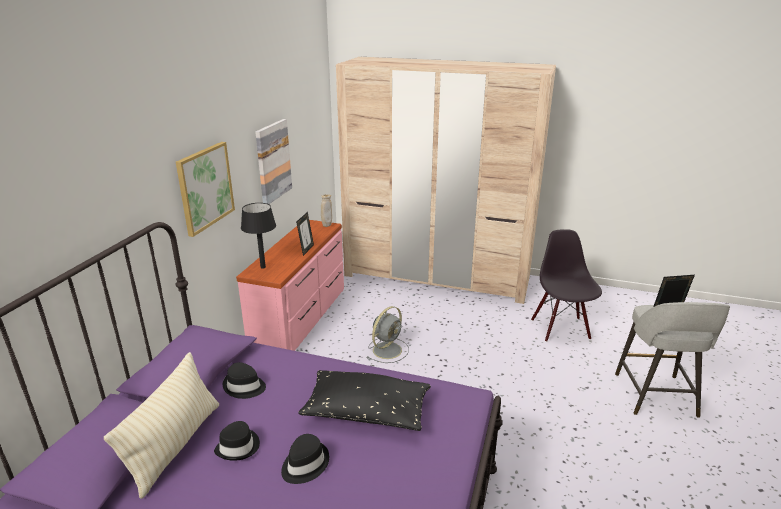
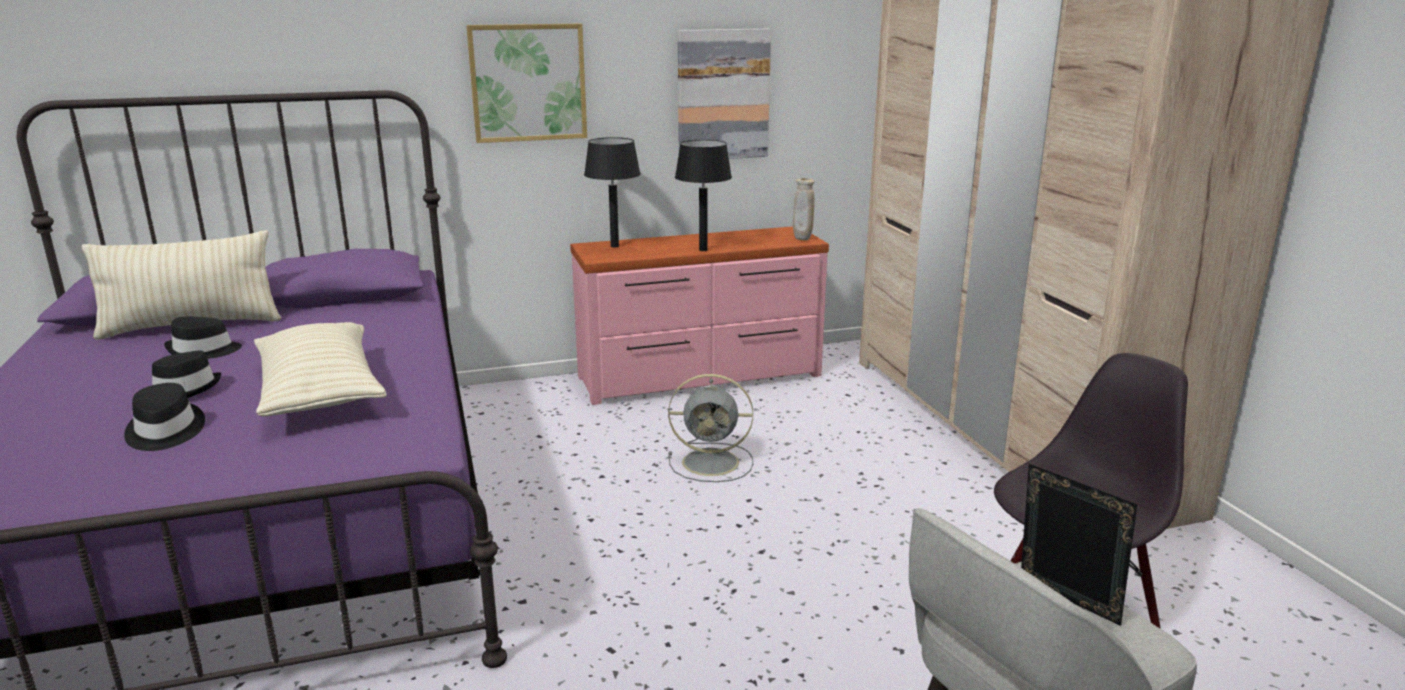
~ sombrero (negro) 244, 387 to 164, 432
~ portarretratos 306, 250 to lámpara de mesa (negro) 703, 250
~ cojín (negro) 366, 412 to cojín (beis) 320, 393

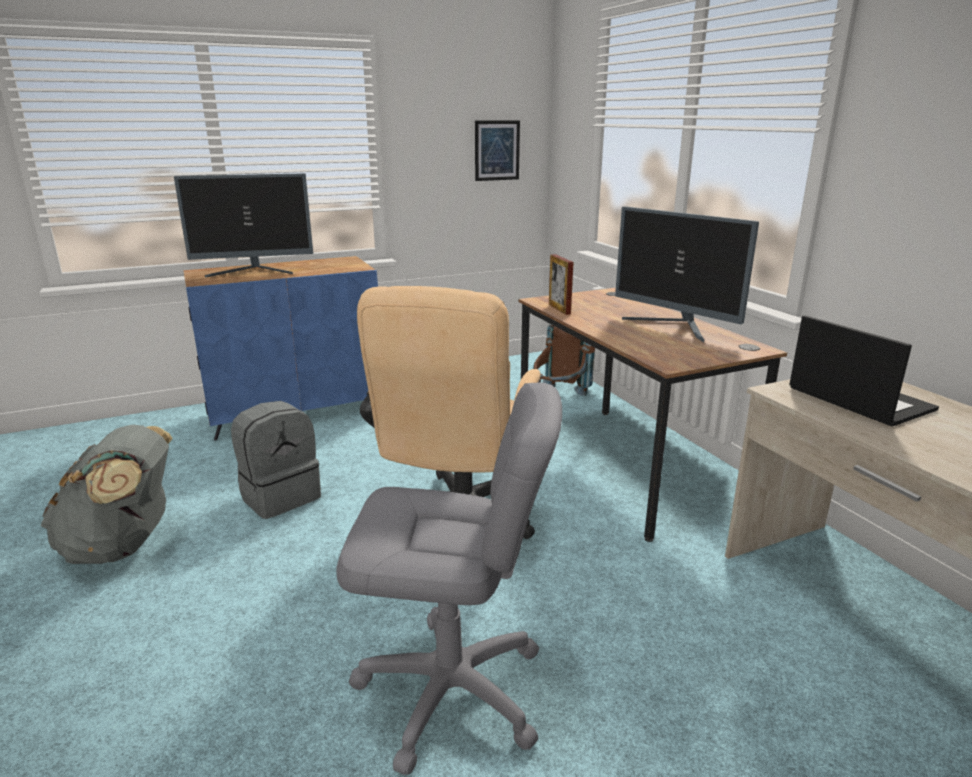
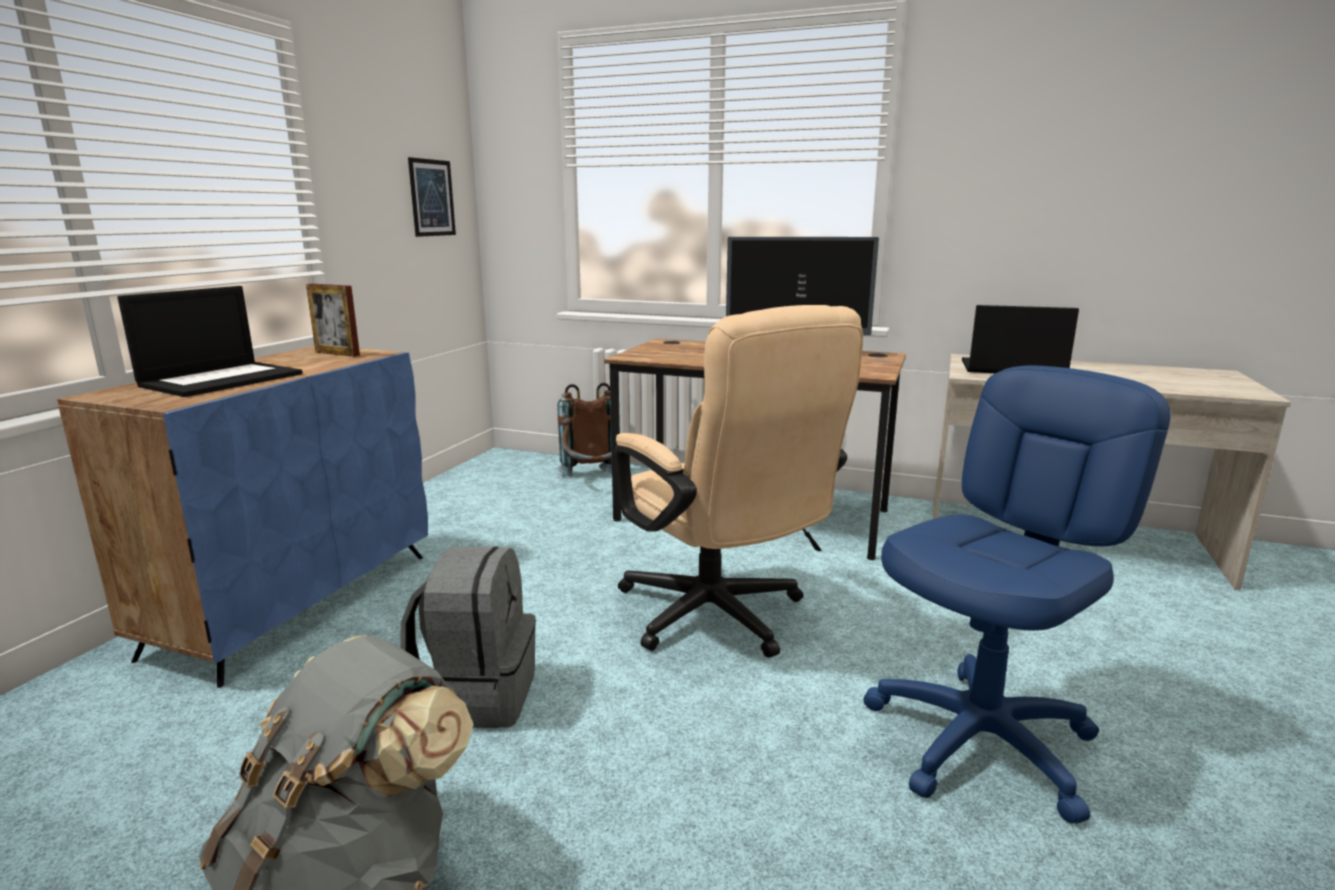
~ portarretratos 559, 309 to 337, 354
~ monitor 254, 272 to portátil 222, 379
~ silla de oficina (gris) 451, 691 to silla de oficina (azul) 981, 741

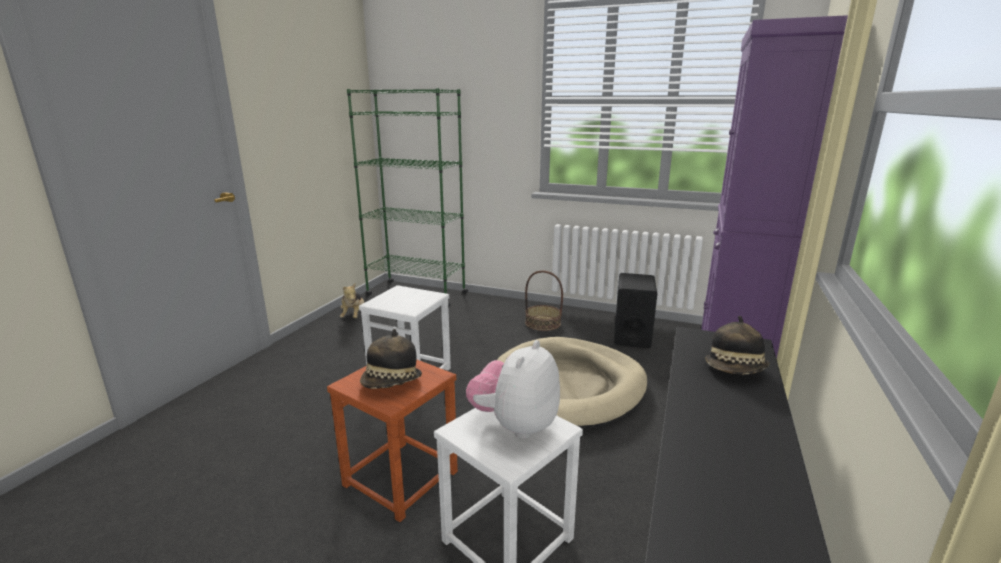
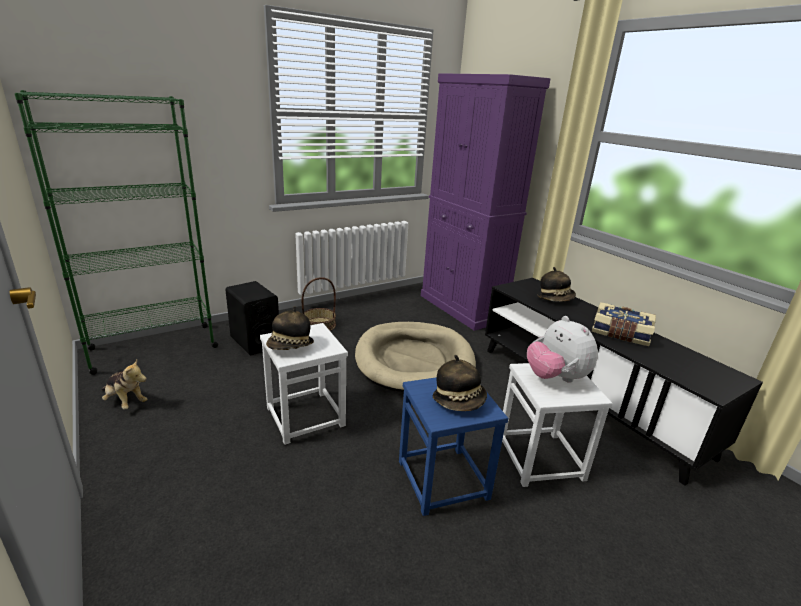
+ sombrero 290, 347
+ libro 620, 333
~ altavoz (negro) 632, 336 to 255, 341
~ taburete (marrón) 401, 479 to taburete (azul) 443, 479

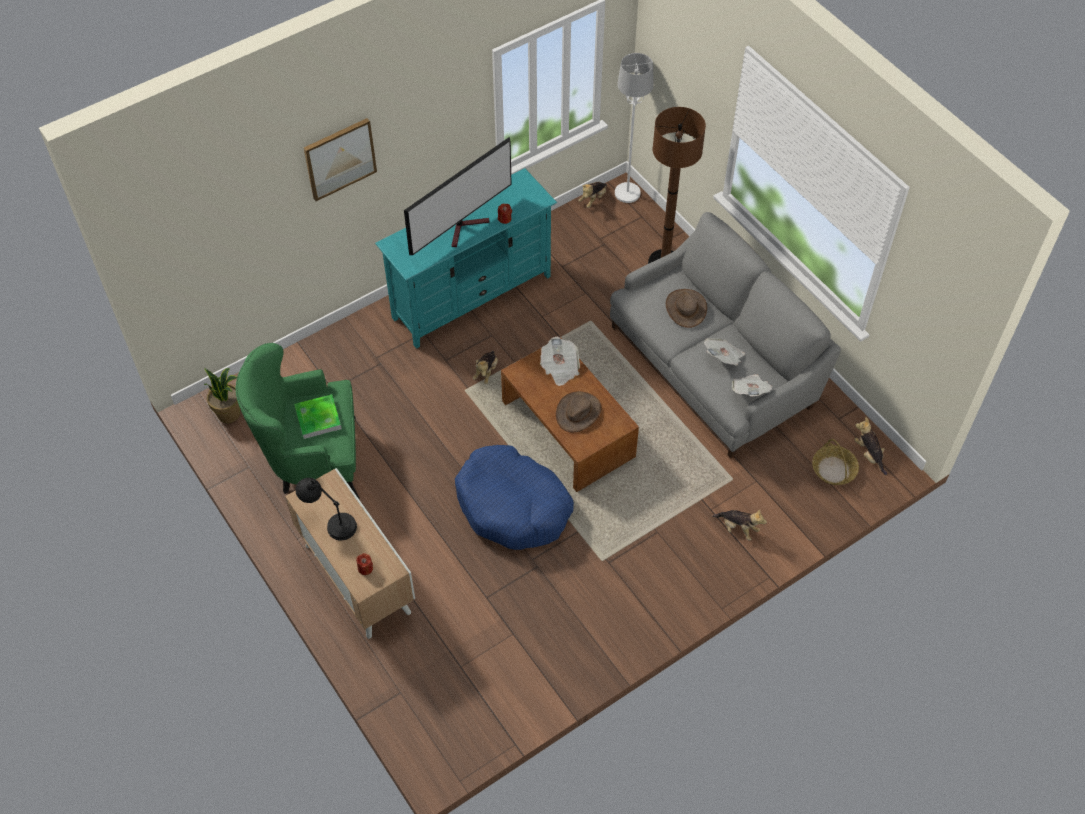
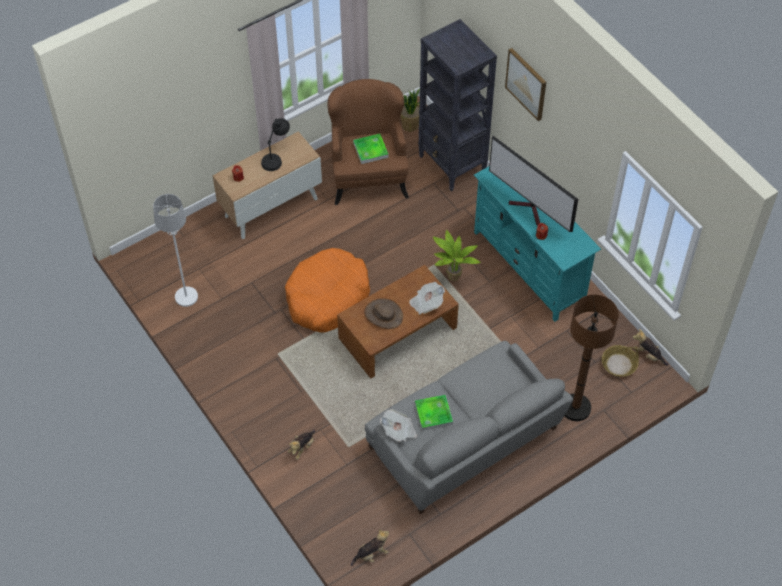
- sombrero (marrón) 686, 308
+ estantería (negro) 452, 164
~ lámpara de pie (blanco) 627, 193 to 186, 297
~ cesta 834, 470 to 618, 364
~ peluche 486, 371 to planta en maceta 452, 278
~ periódico 724, 358 to bandeja 433, 414
~ sillón (verde) 313, 462 to sillón (marrón) 368, 176
~ cama para perro (azul) 513, 506 to cama para perro (naranja) 327, 297

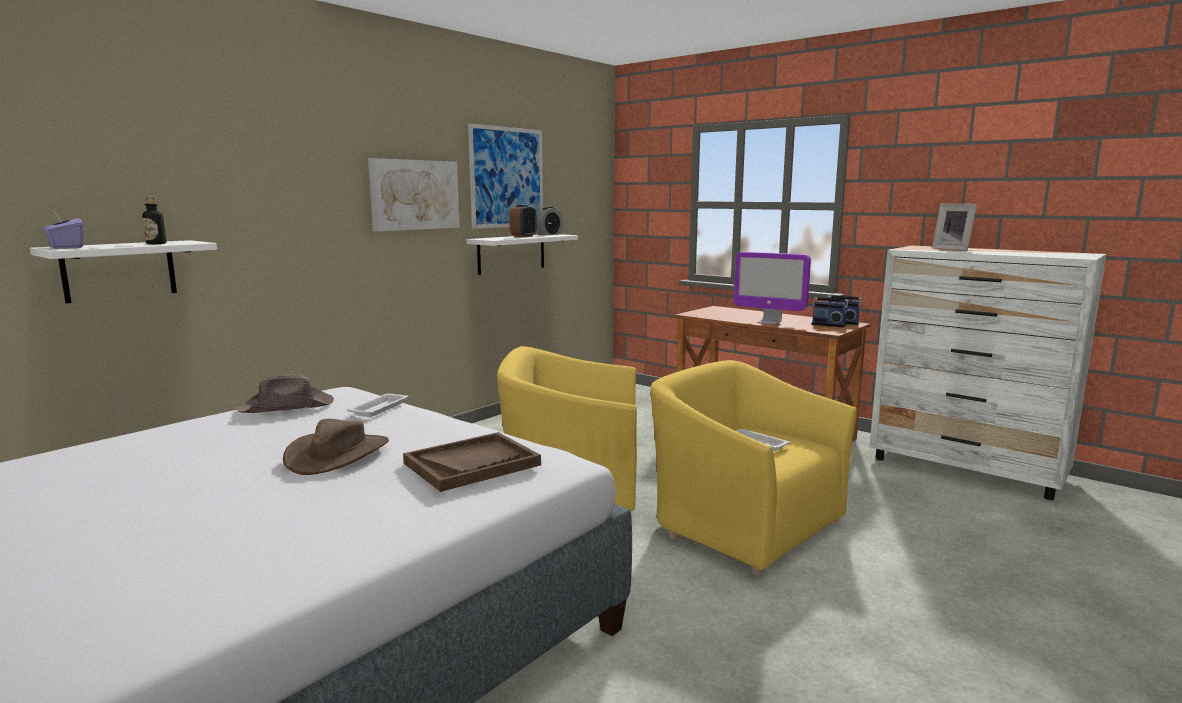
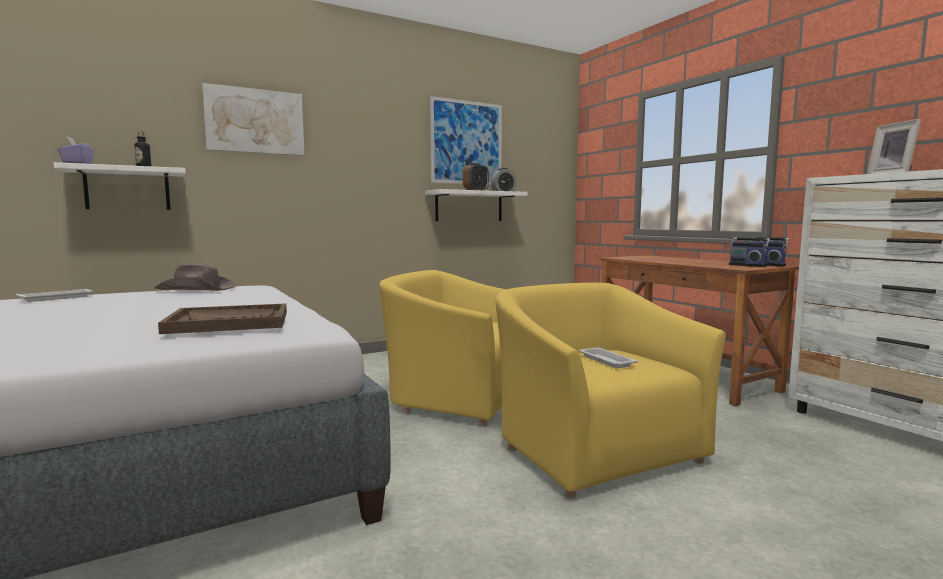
- sombrero (marrón) 337, 454
- monitor 769, 322
~ bandeja (blanco) 380, 408 to 57, 298
~ cuadro 414, 195 to 255, 121

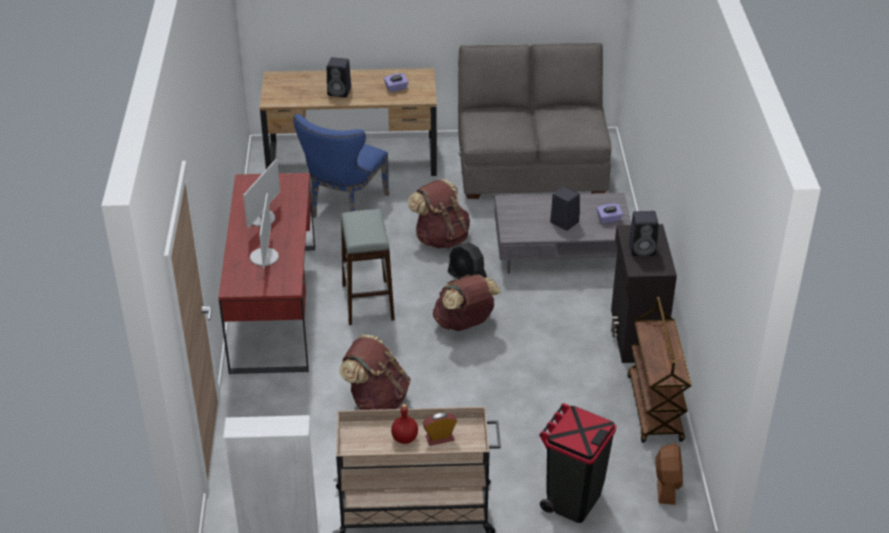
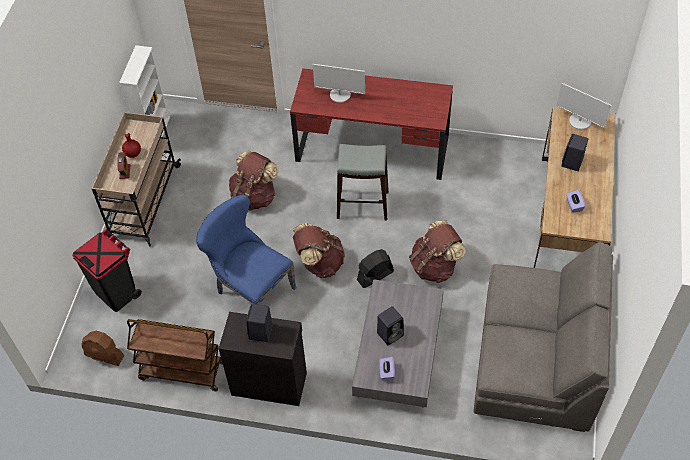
~ monitor 262, 218 to 580, 121
~ silla (azul) 345, 207 to 251, 290

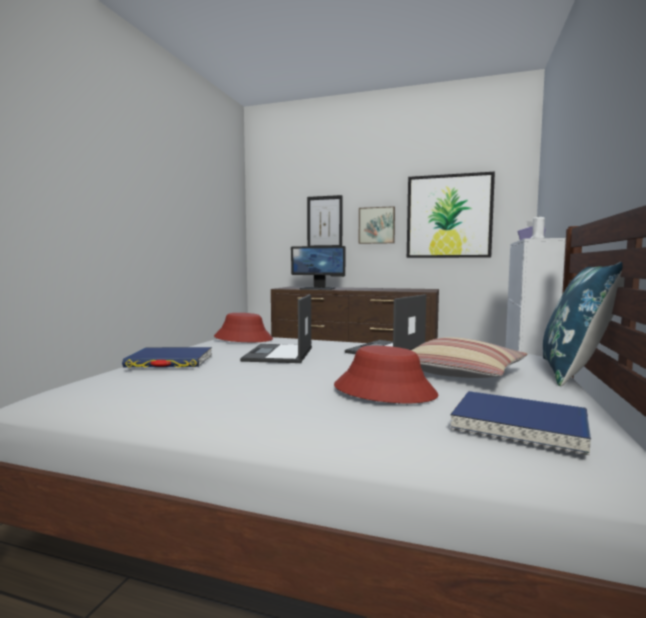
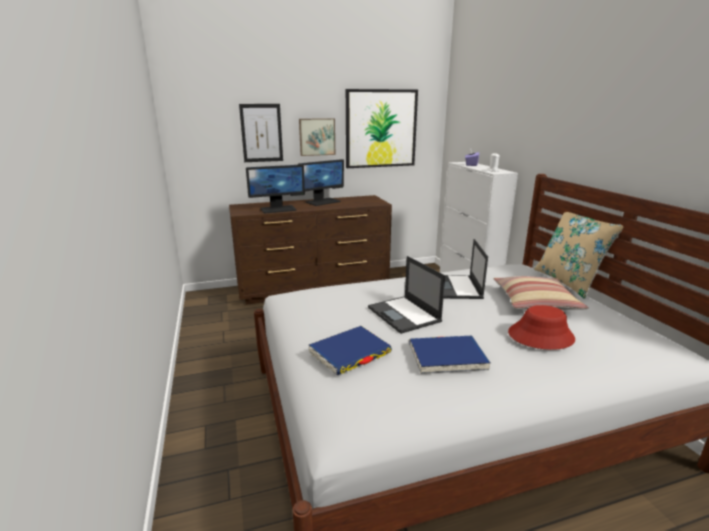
- sombrero (rojo) 243, 338
+ monitor 322, 202
~ libro (azul) 519, 425 to 447, 357
~ cojín (azul) 575, 373 to cojín (beis) 568, 282

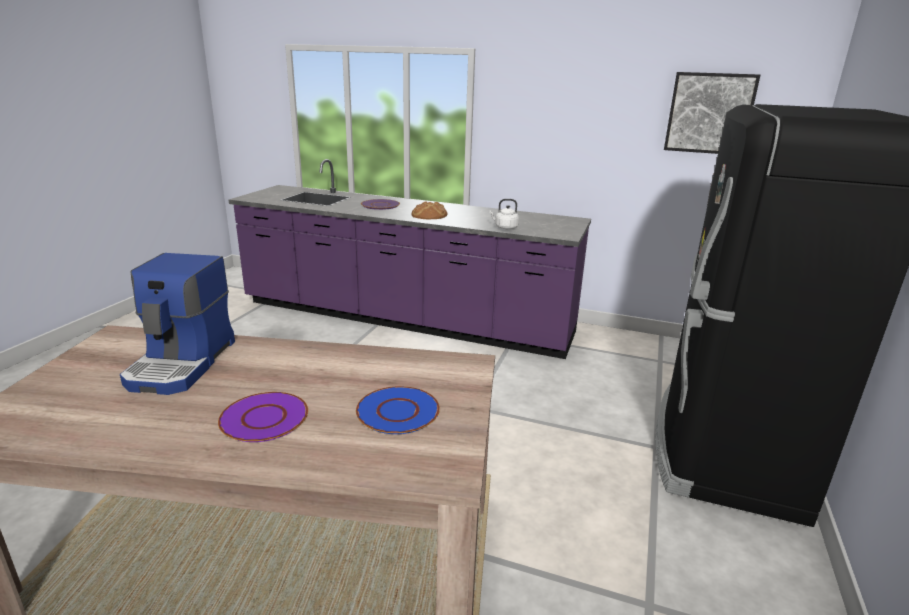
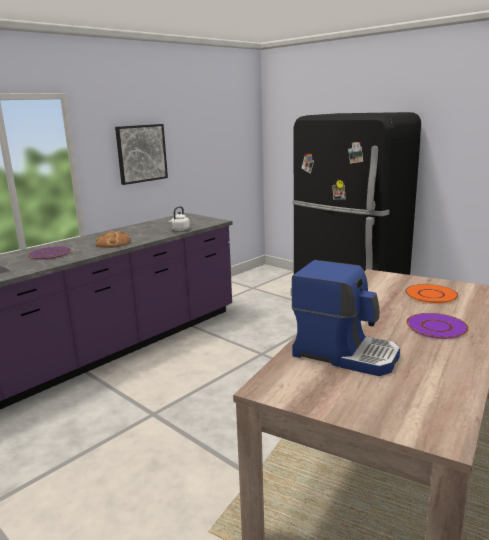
~ cuadro 709, 113 to 141, 153
~ plato (azul) 397, 412 to plato (naranja) 431, 295

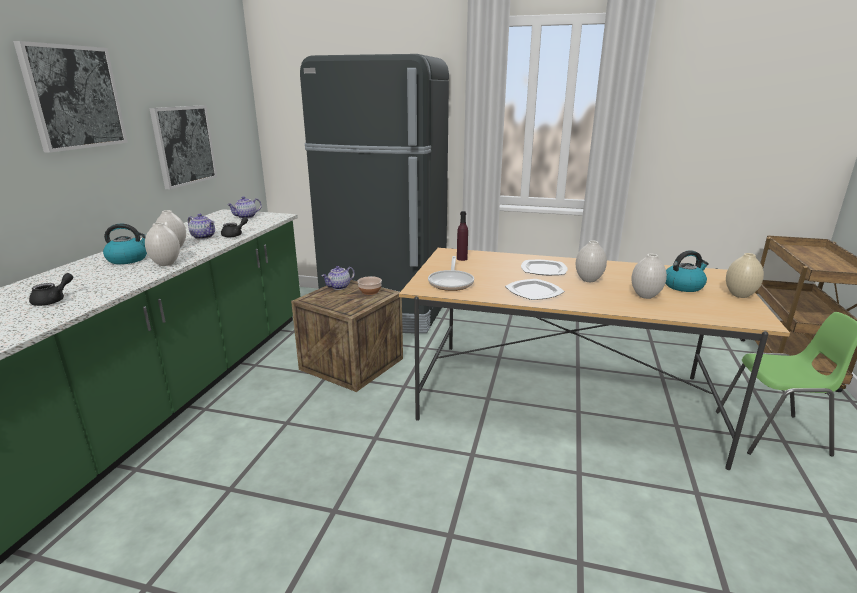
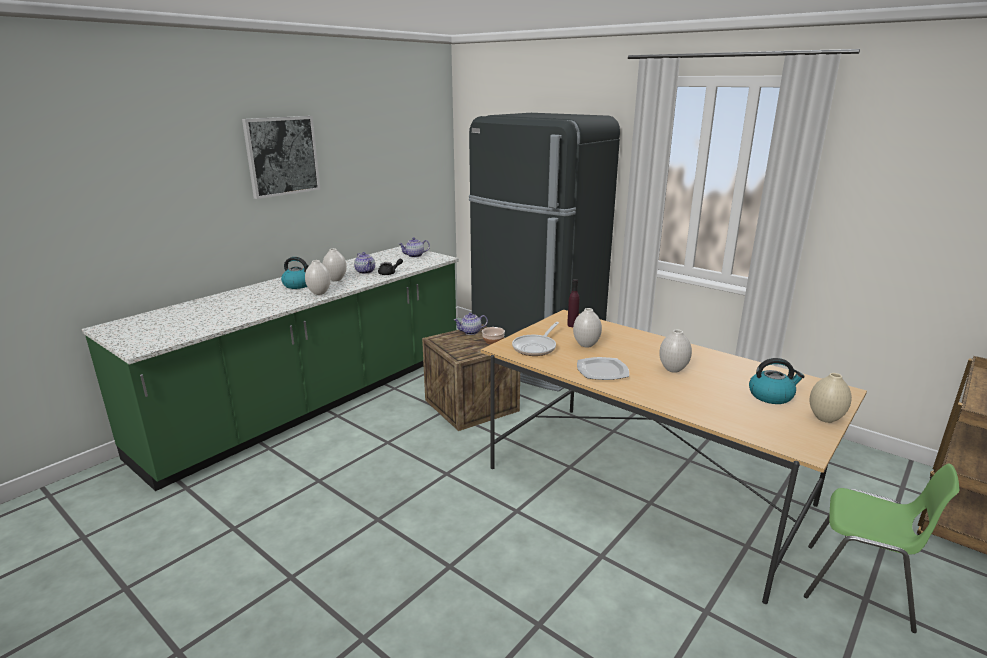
- tetera (negro) 53, 300
- cuadro 184, 145
- plato 543, 270
~ florero (blanco) 645, 296 to 586, 345

